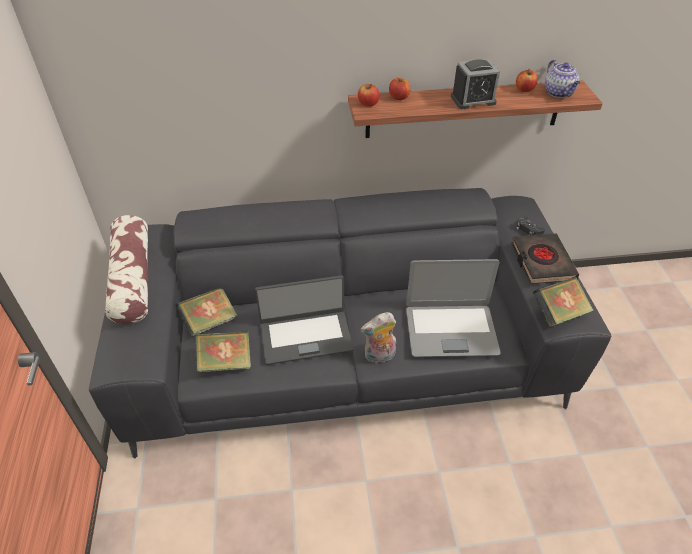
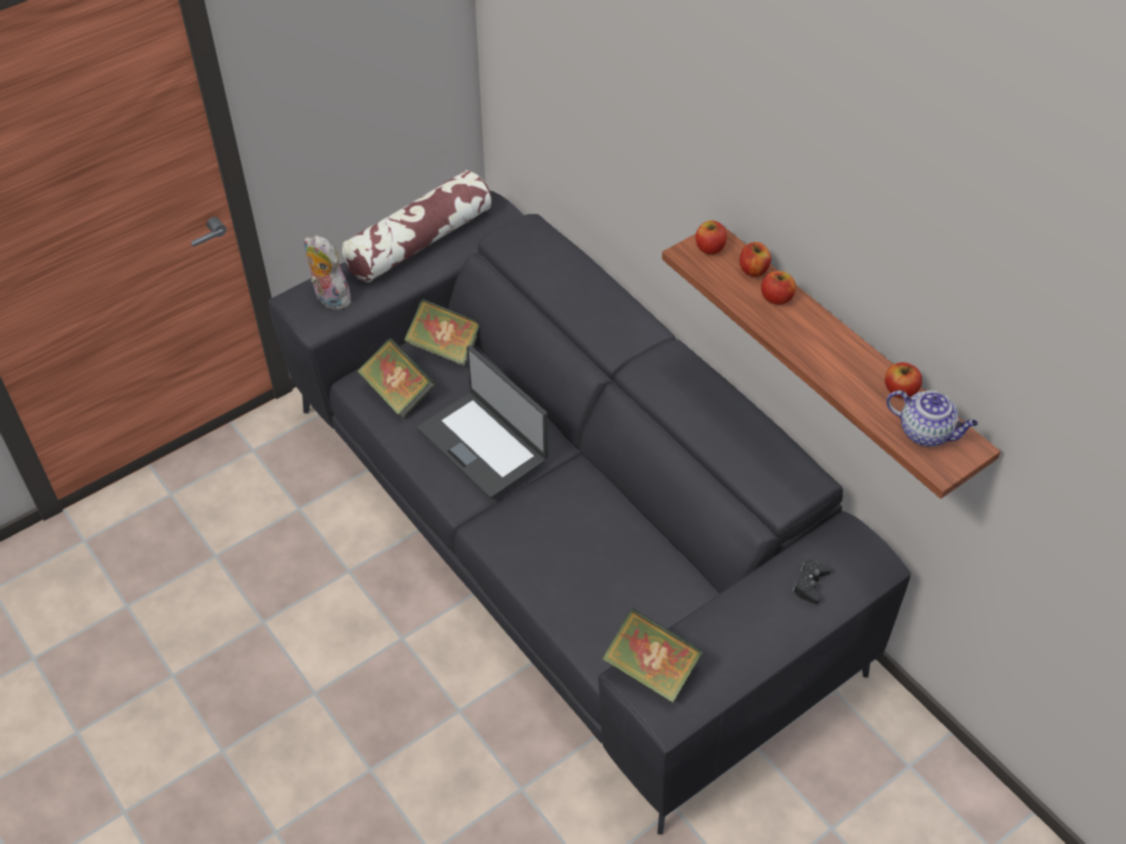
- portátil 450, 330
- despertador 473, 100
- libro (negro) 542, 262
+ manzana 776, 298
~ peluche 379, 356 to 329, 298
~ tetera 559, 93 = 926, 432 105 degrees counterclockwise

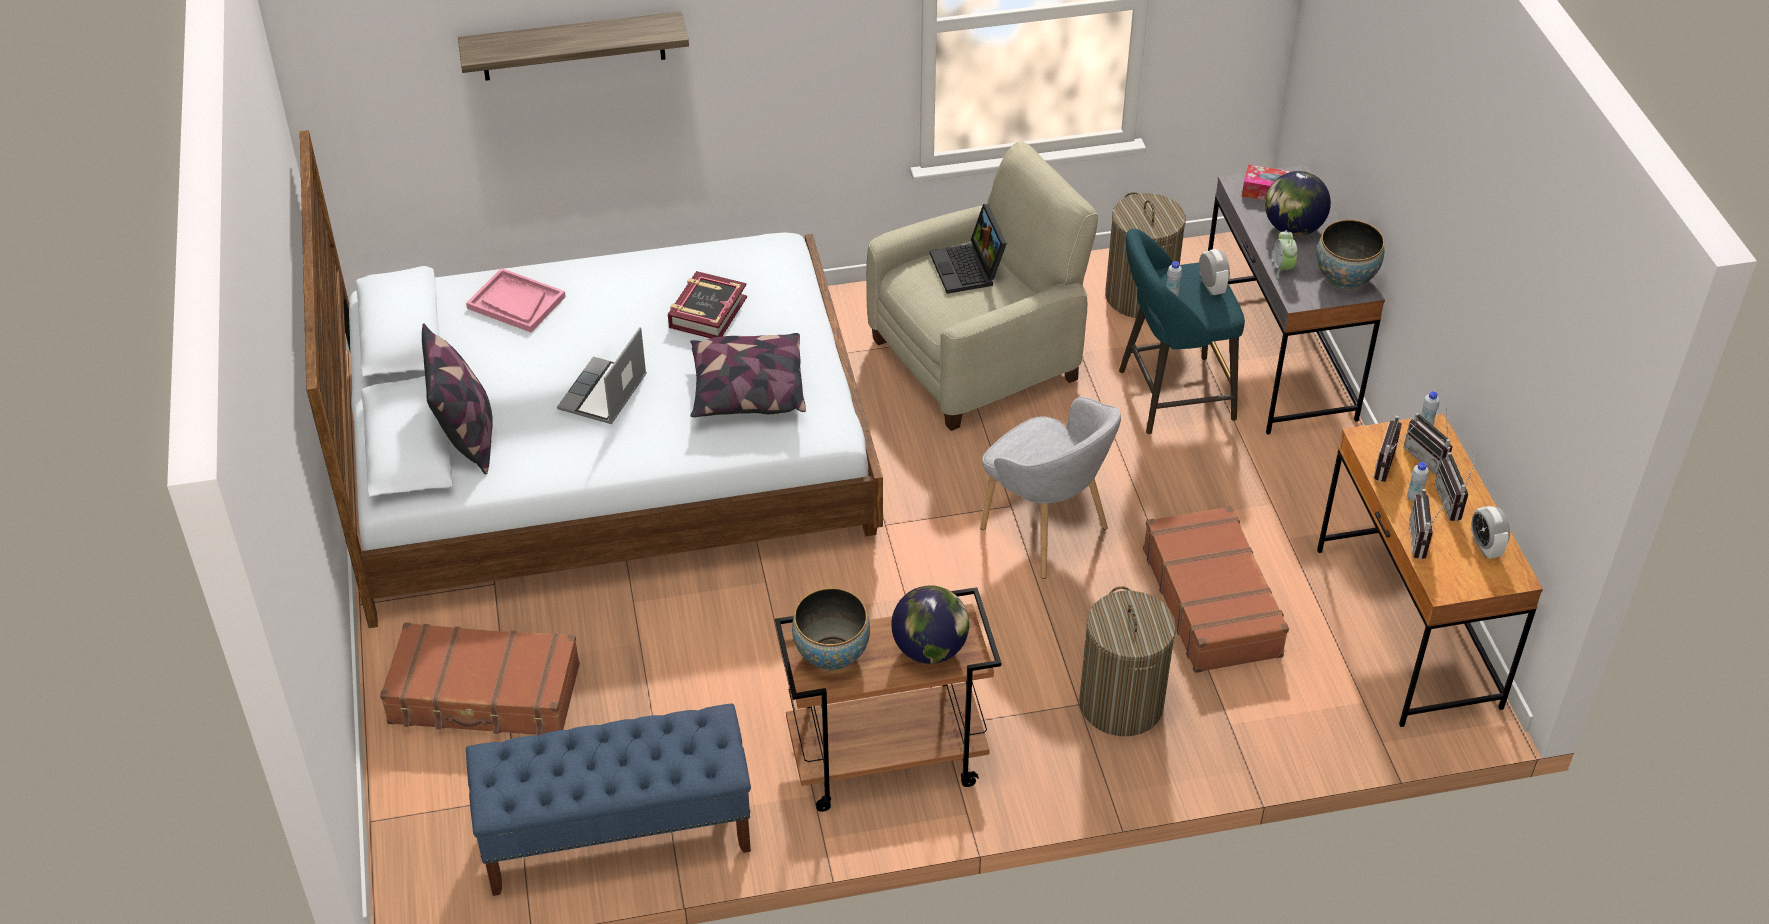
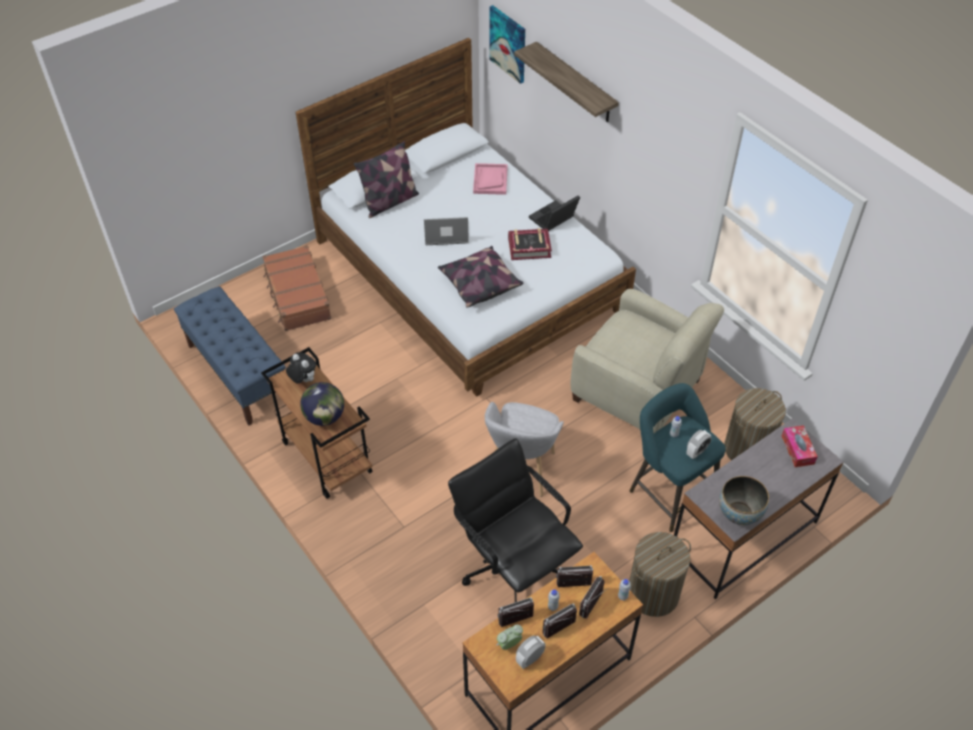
- globo terráqueo 1293, 229
+ cuadro 508, 44
~ portátil 969, 269 to 553, 219
~ cesto de la ropa 1121, 704 to 653, 593
~ despertador 1282, 268 to 509, 644
~ cuenco 832, 655 to peluche 303, 380
~ maleta (marrón) 1212, 602 to silla de oficina (negro) 513, 566

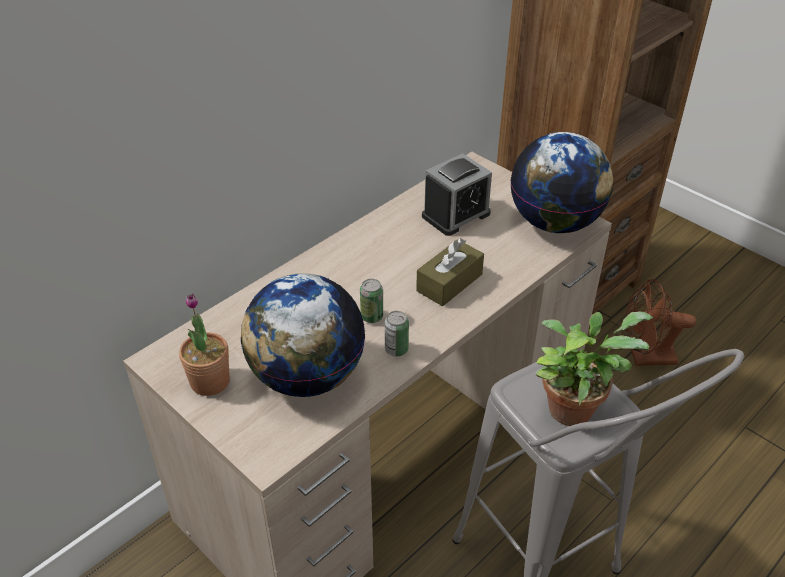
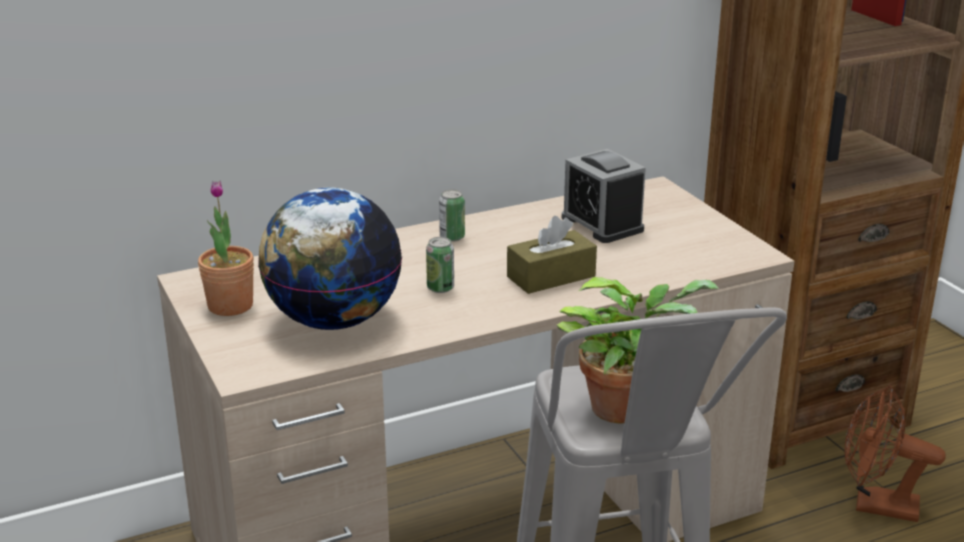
- globo terráqueo 555, 223
~ lata 396, 349 to 452, 237
~ despertador 456, 215 = 602, 224 75 degrees clockwise

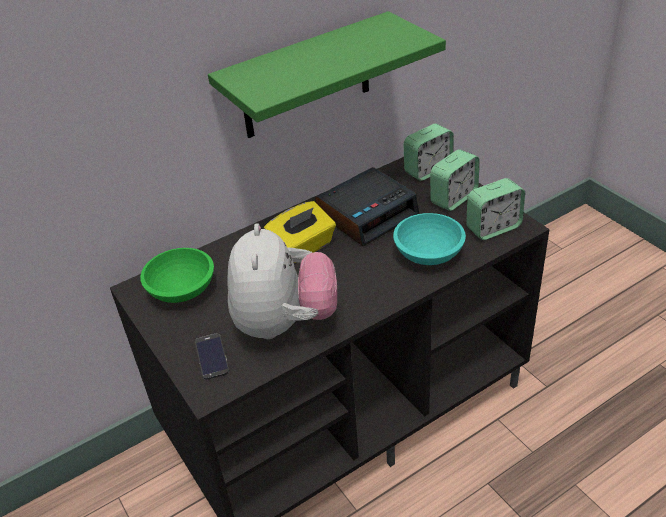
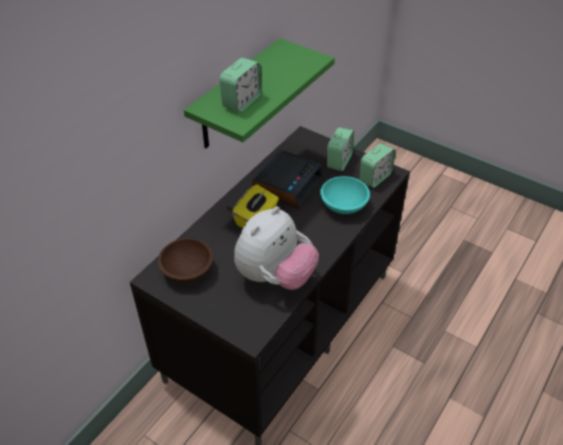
- móvil 212, 356
~ despertador 428, 170 to 242, 101
~ cuenco (verde) 182, 291 to cuenco (marrón) 187, 271
~ peluche 285, 323 = 275, 276 60 degrees clockwise

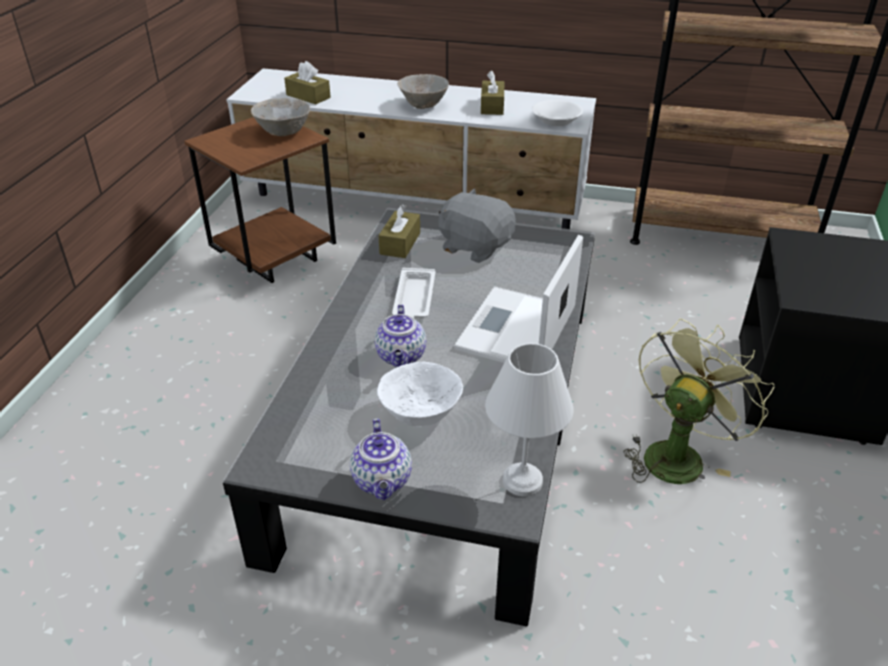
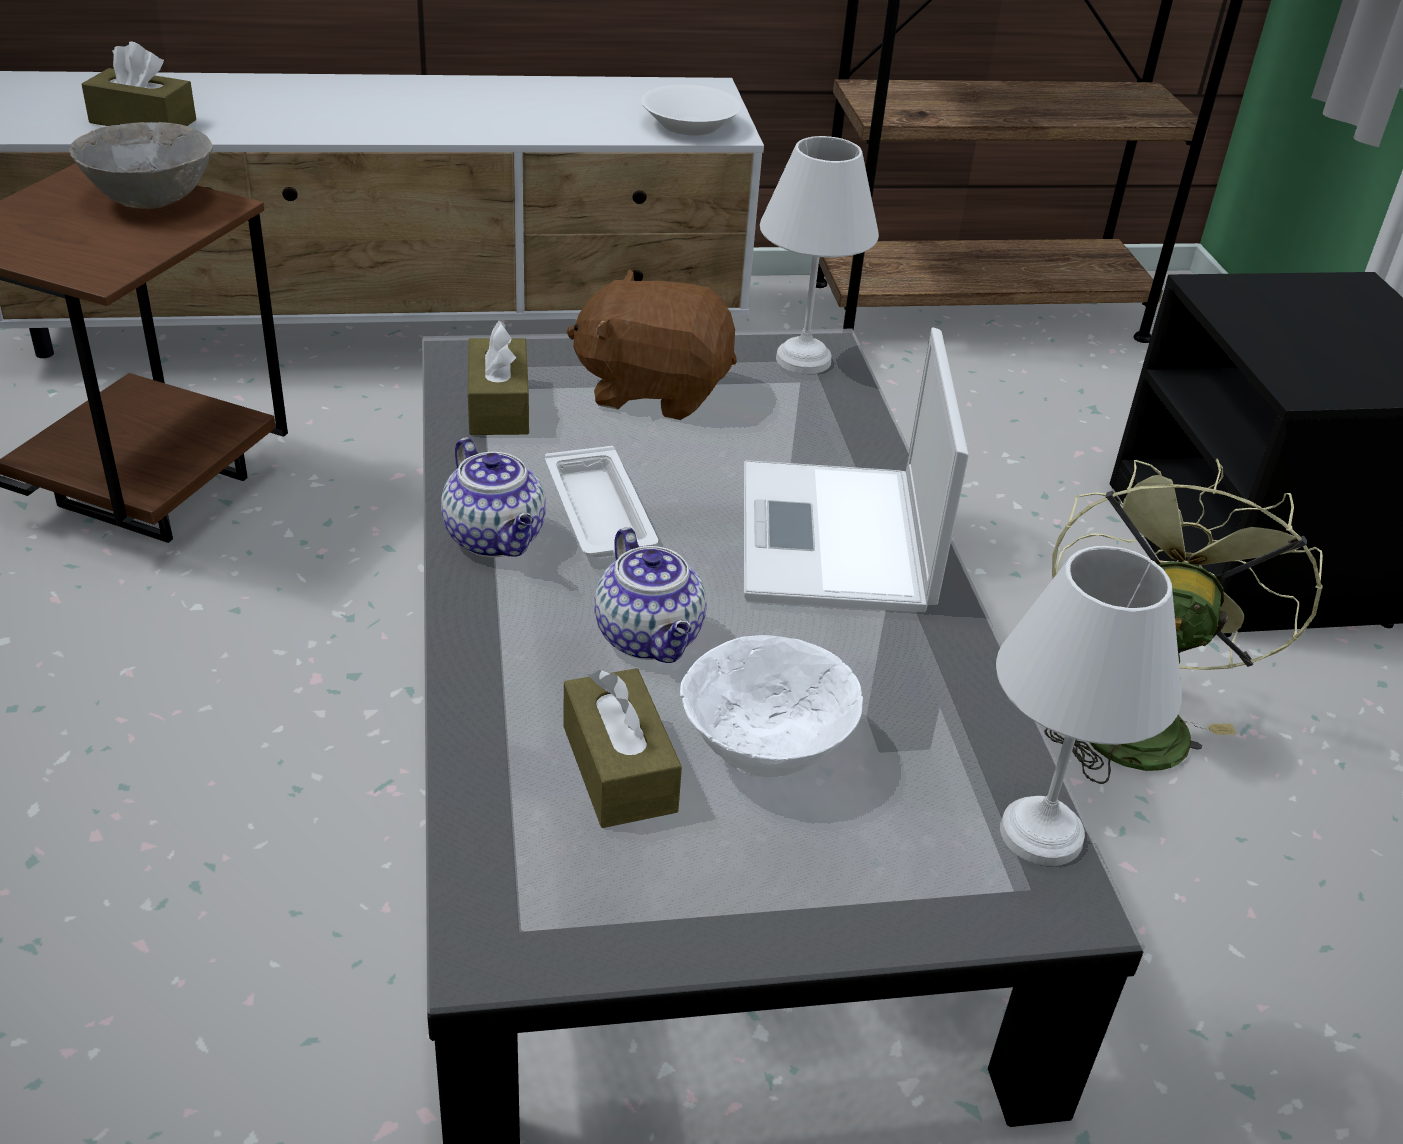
- cuenco (gris) 423, 105
+ lámpara de mesa (blanco) 802, 361
~ tetera 383, 481 to 497, 539
~ caja de pañuelos (marrón) 492, 106 to 619, 768
~ peluche (gris) 475, 247 to peluche (marrón) 653, 390

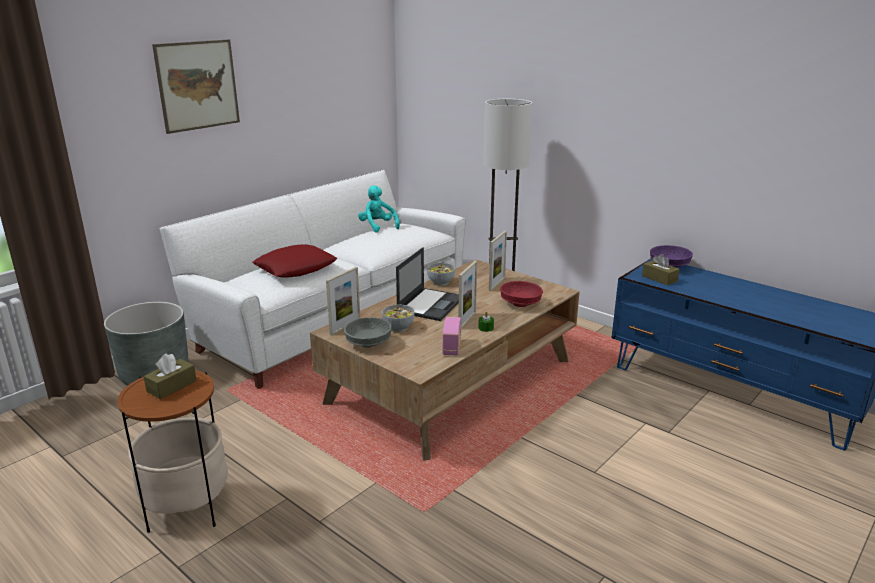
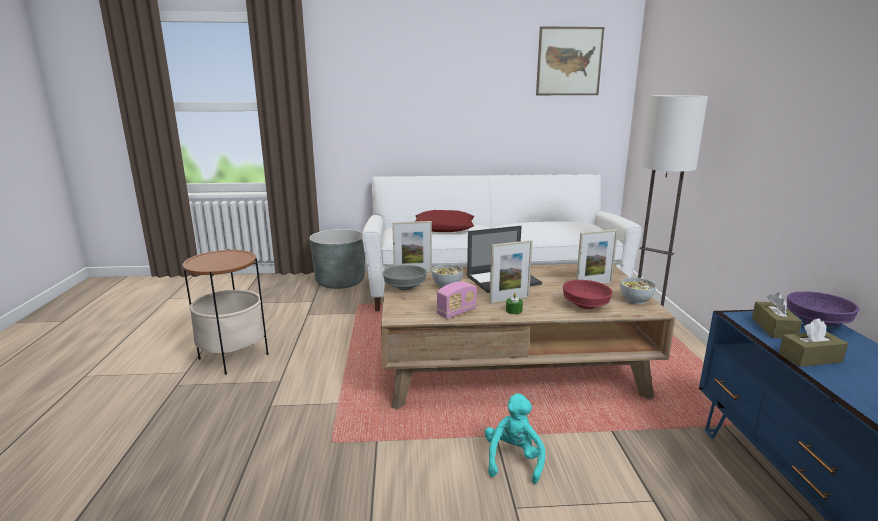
~ caja de pañuelos (marrón) 172, 386 to 810, 358
~ cuadro 198, 85 to 569, 61
~ peluche (turquesa) 377, 227 to 513, 459
~ cuenco 441, 282 to 635, 300

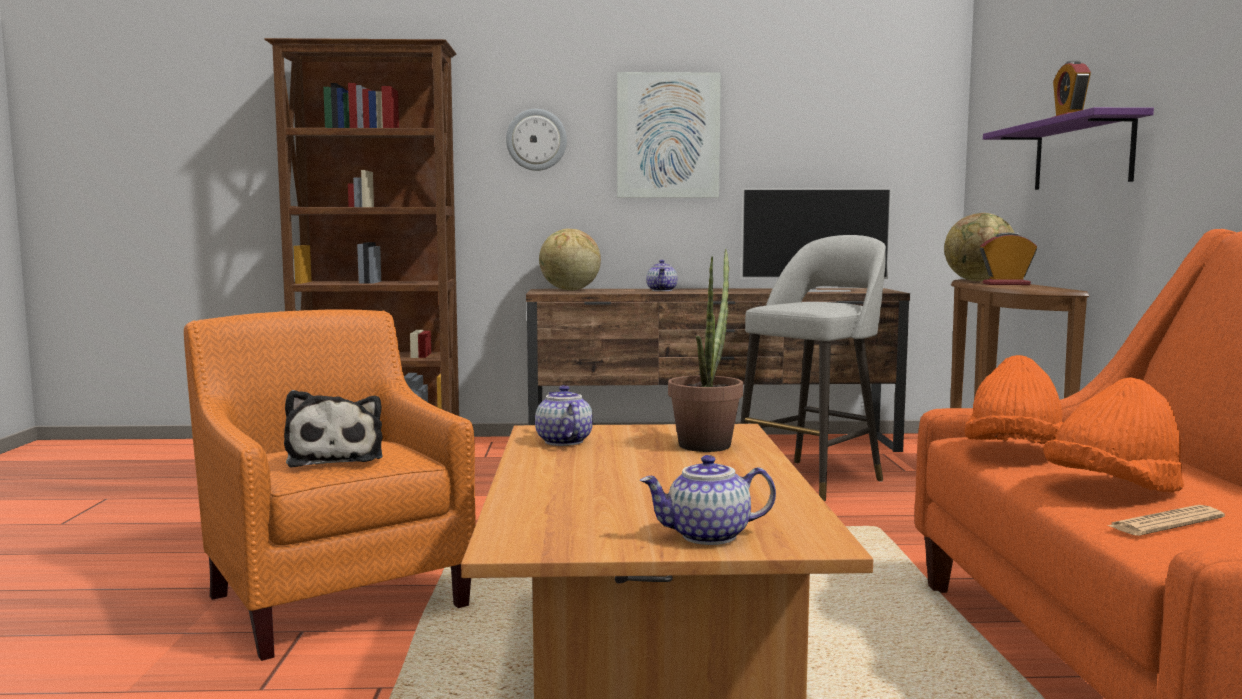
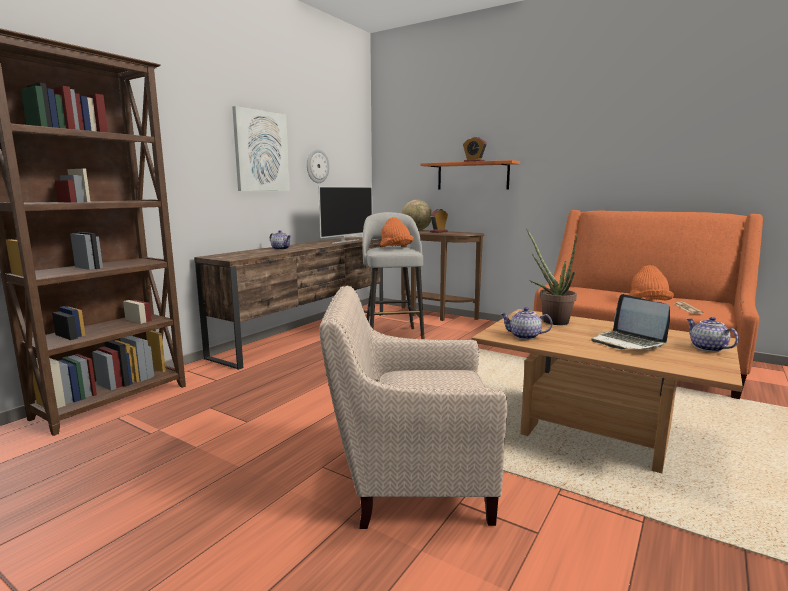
- peluche 335, 457
- globo terráqueo 569, 290
+ portátil 627, 343
~ reloj de pared 536, 140 to 317, 166
~ sombrero (naranja) 1013, 453 to 395, 248
~ sillón (naranja) 336, 594 to sillón (beis) 410, 479
~ estante (morado) 1082, 154 to estante (naranja) 472, 176
~ tetera 707, 536 = 707, 348 135 degrees clockwise

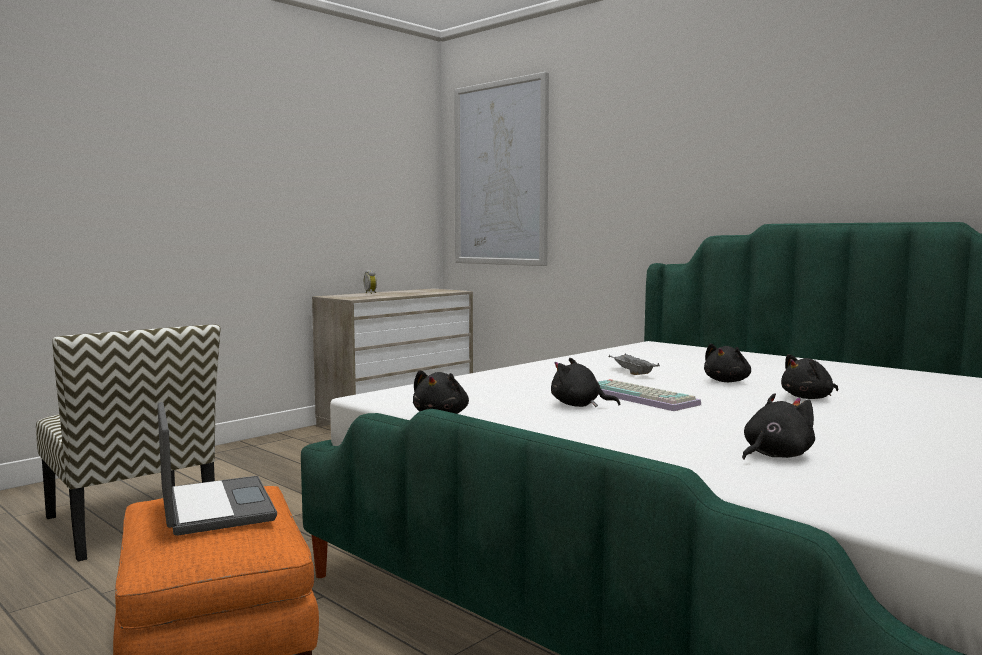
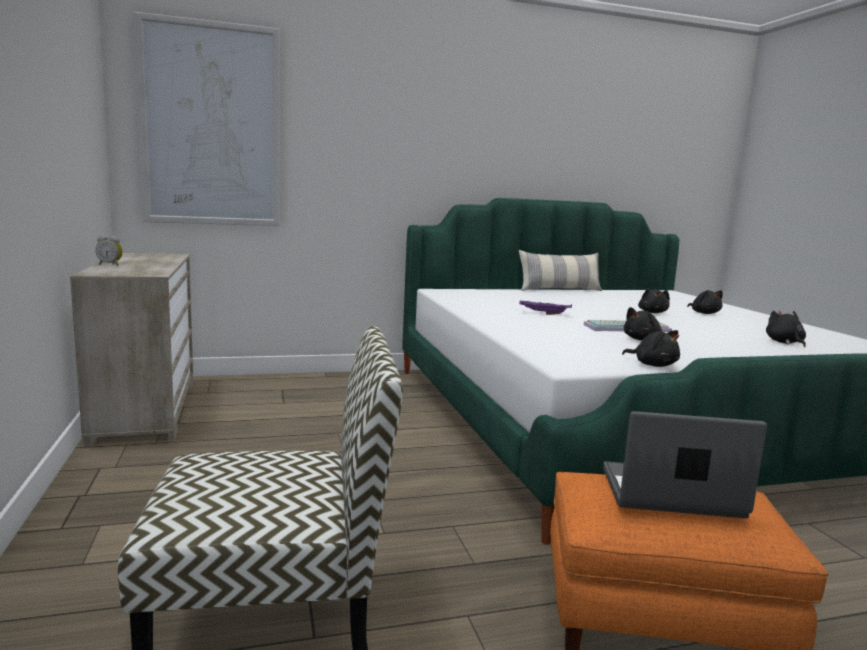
+ cojín 559, 290
~ peluche (negro) 727, 381 to 704, 313
~ bandeja (gris) 632, 373 to bandeja (morado) 543, 314

